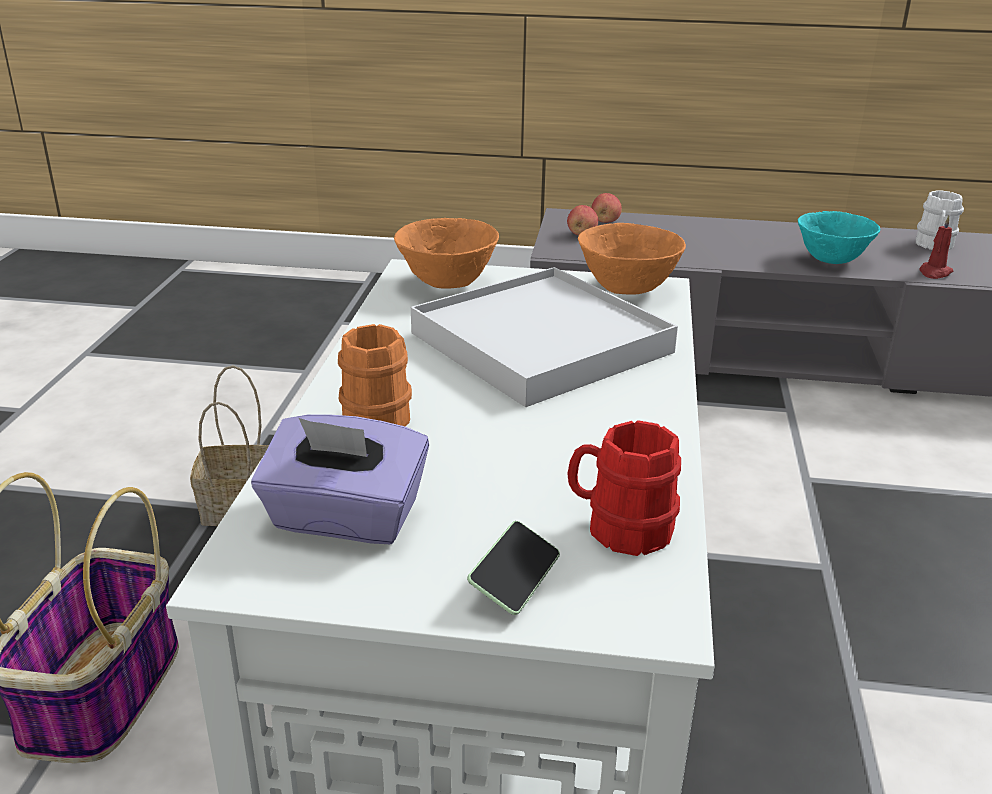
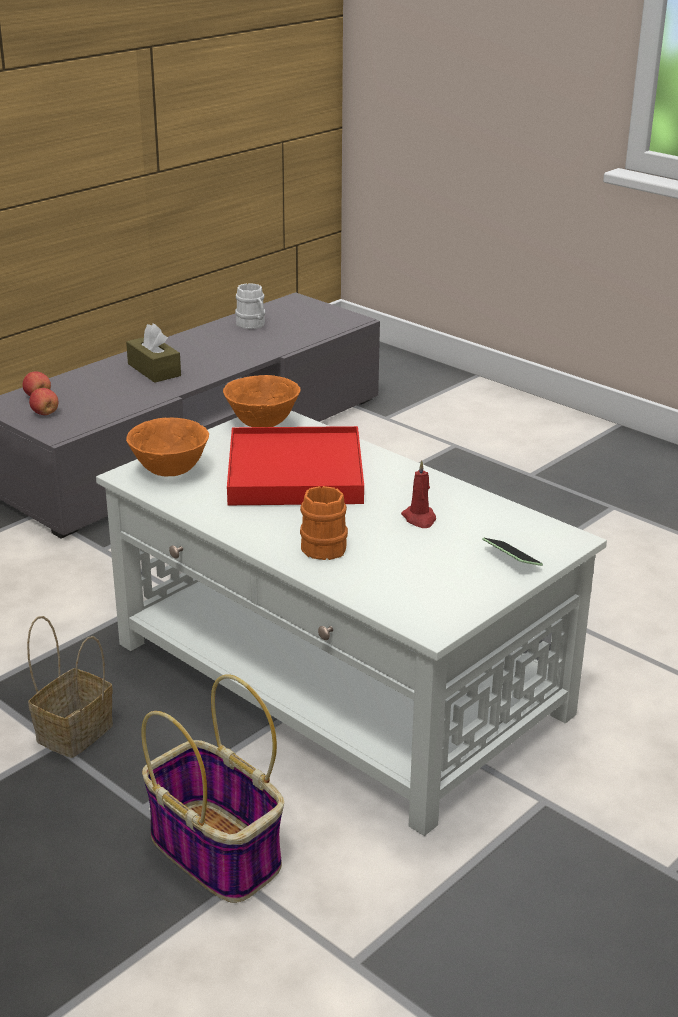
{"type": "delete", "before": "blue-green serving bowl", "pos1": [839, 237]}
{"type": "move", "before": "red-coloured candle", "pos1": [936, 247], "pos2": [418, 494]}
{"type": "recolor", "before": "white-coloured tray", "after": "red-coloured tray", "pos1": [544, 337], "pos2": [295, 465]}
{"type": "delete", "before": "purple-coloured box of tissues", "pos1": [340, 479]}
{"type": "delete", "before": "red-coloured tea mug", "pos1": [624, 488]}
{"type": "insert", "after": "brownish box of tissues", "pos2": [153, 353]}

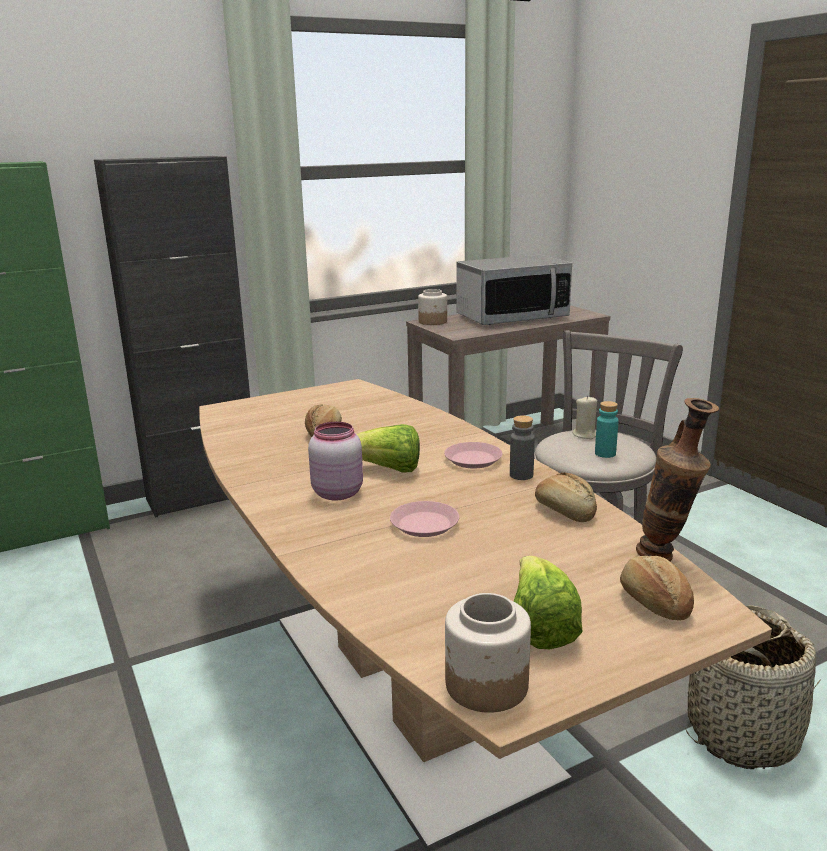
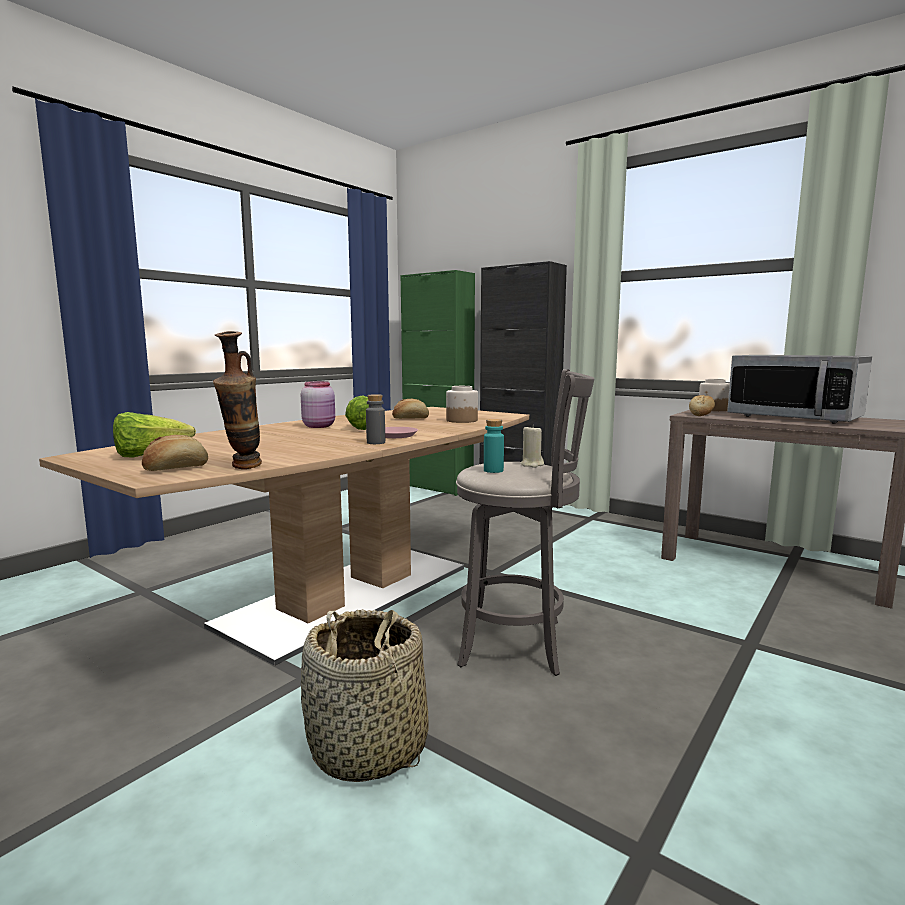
{"type": "move", "before": "bread", "pos1": [566, 497], "pos2": [702, 405]}
{"type": "delete", "before": "pinkish plate", "pos1": [424, 519]}
{"type": "move", "before": "preserve jar", "pos1": [488, 653], "pos2": [462, 404]}

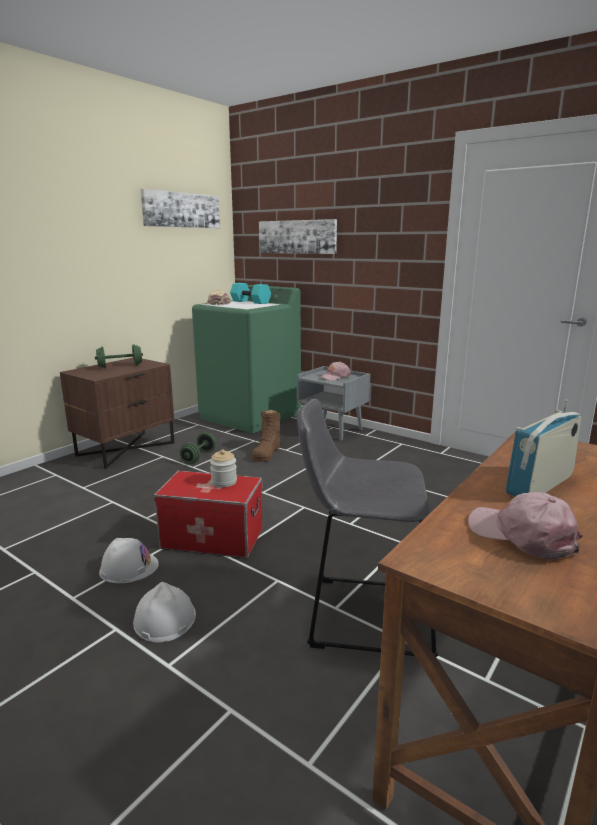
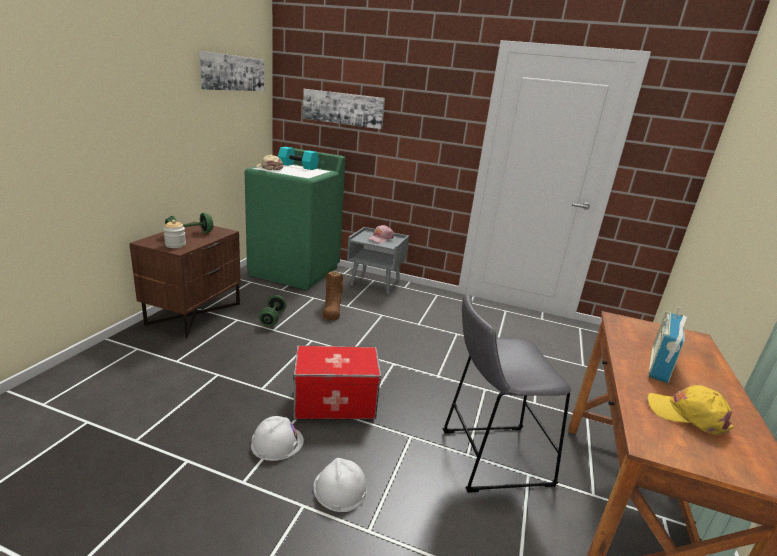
{"type": "move", "before": "preserve jar", "pos1": [223, 468], "pos2": [174, 234]}
{"type": "recolor", "before": "pinkish peaked cap", "after": "yellow-coloured peaked cap", "pos1": [525, 526], "pos2": [690, 410]}

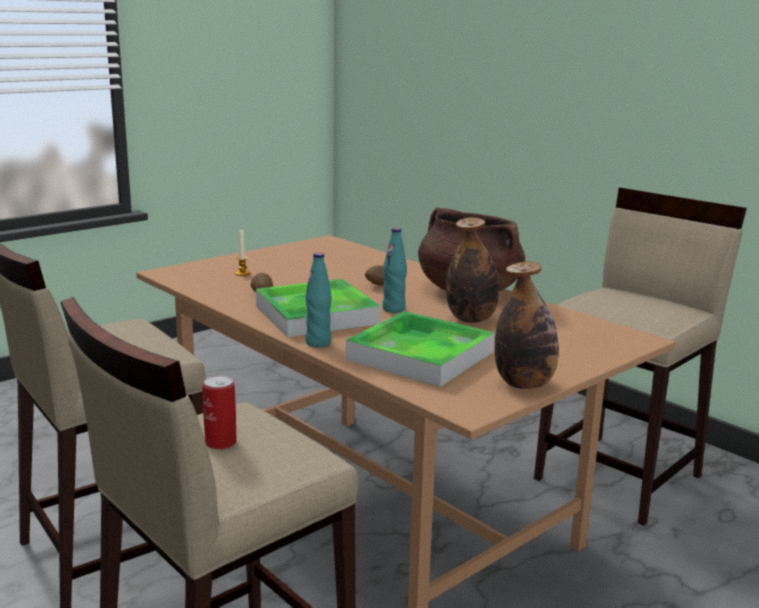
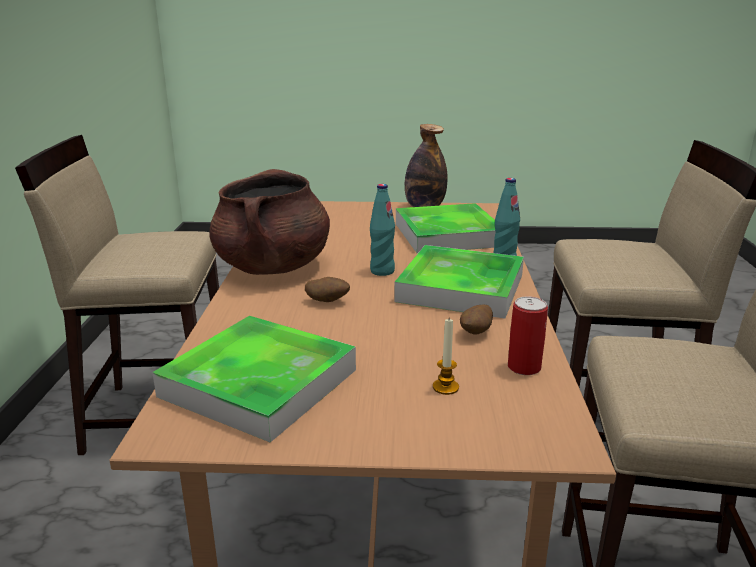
{"type": "delete", "before": "bottle", "pos1": [472, 270]}
{"type": "move", "before": "sealed can", "pos1": [220, 412], "pos2": [528, 335]}
{"type": "insert", "after": "tray", "pos2": [254, 379]}

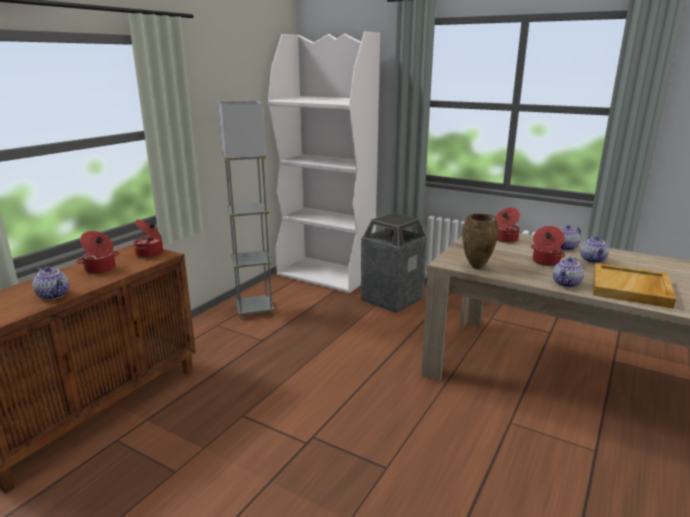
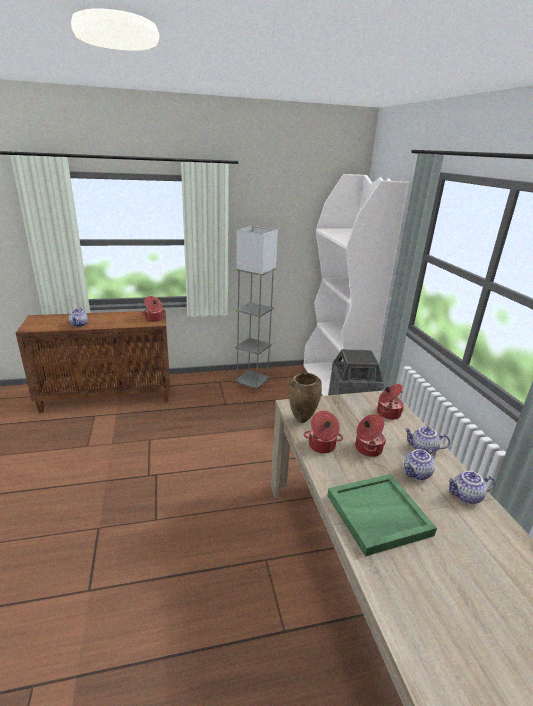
{"type": "move", "before": "saucepot", "pos1": [98, 252], "pos2": [323, 432]}
{"type": "move", "before": "tea pot", "pos1": [568, 272], "pos2": [471, 487]}
{"type": "recolor", "before": "sand-coloured tray", "after": "green tray", "pos1": [634, 286], "pos2": [382, 515]}

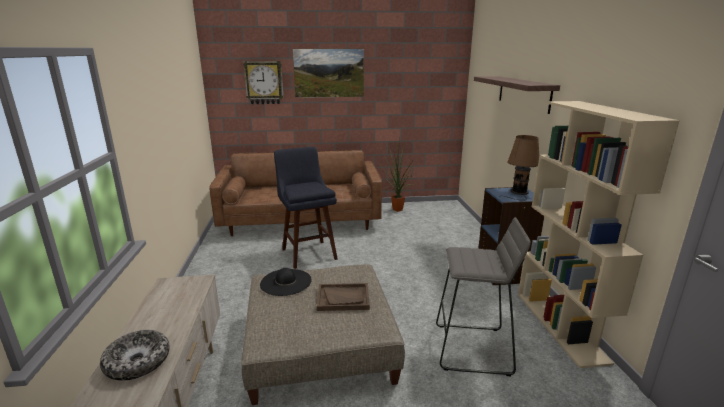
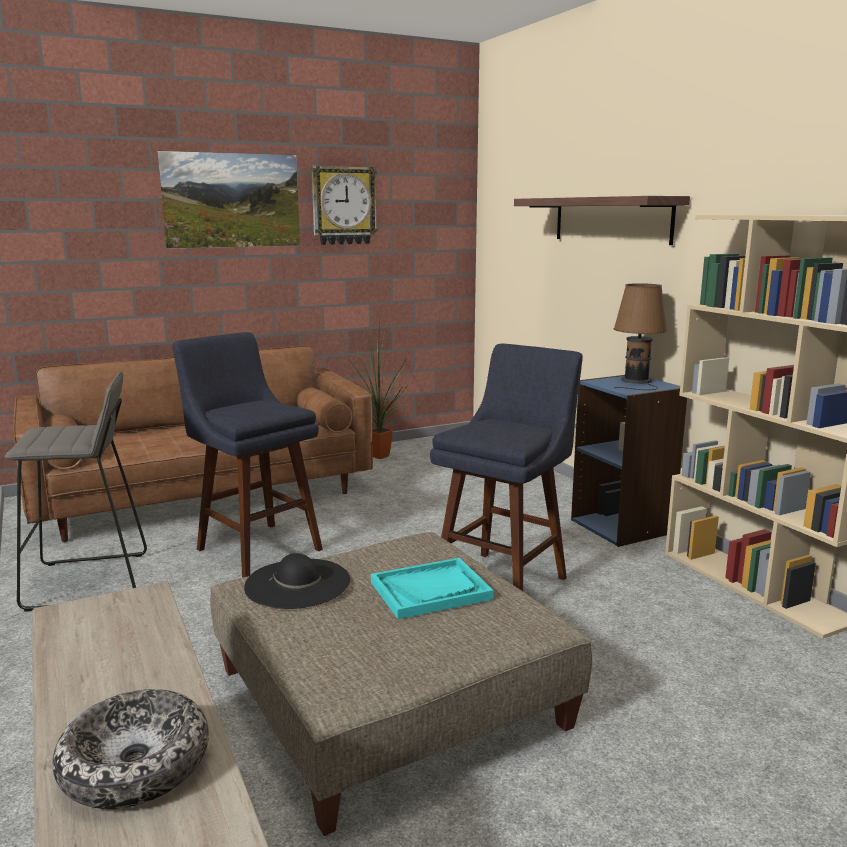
{"type": "move", "before": "hanging clock", "pos1": [263, 82], "pos2": [344, 205]}
{"type": "move", "before": "gray stool seat", "pos1": [483, 296], "pos2": [75, 491]}
{"type": "recolor", "before": "brownish tray", "after": "blue-green tray", "pos1": [343, 297], "pos2": [432, 588]}
{"type": "insert", "after": "blue-coloured stool seat", "pos2": [506, 467]}

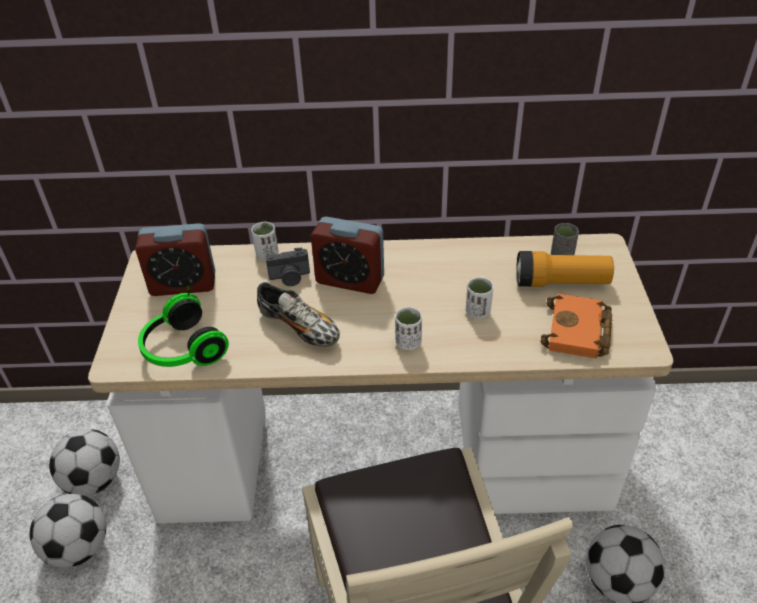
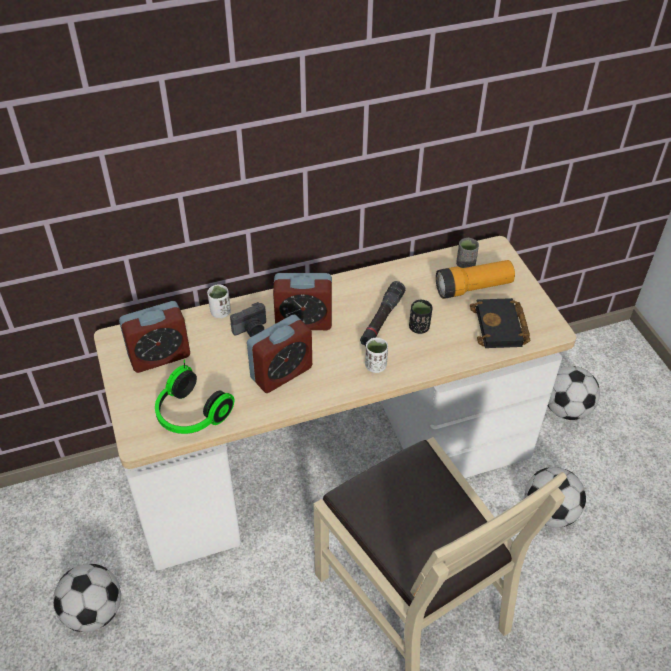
{"type": "recolor", "before": "white-coloured cup", "after": "blackish cup", "pos1": [479, 298], "pos2": [420, 316]}
{"type": "replace", "before": "shoe", "after": "alarm clock", "pos1": [298, 314], "pos2": [279, 353]}
{"type": "recolor", "before": "orange volume", "after": "blackish volume", "pos1": [576, 326], "pos2": [500, 323]}
{"type": "move", "before": "football", "pos1": [84, 462], "pos2": [574, 393]}
{"type": "insert", "after": "blackish torch", "pos2": [383, 313]}

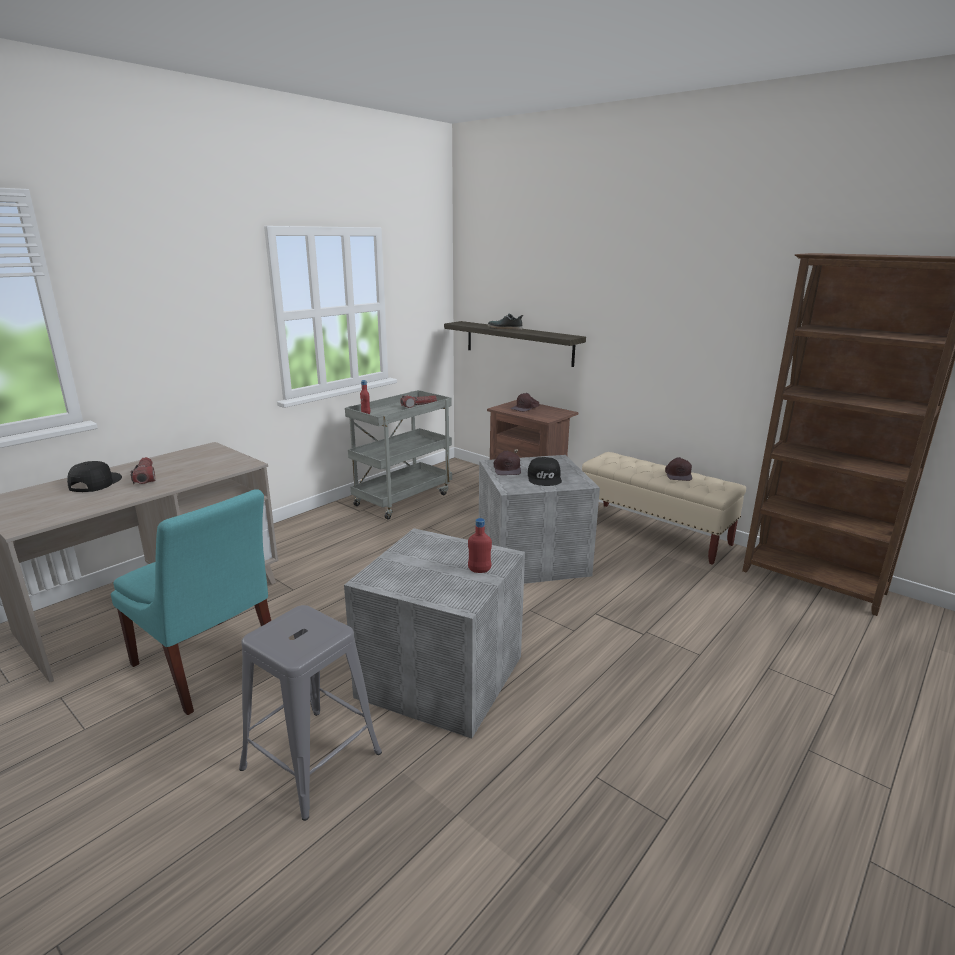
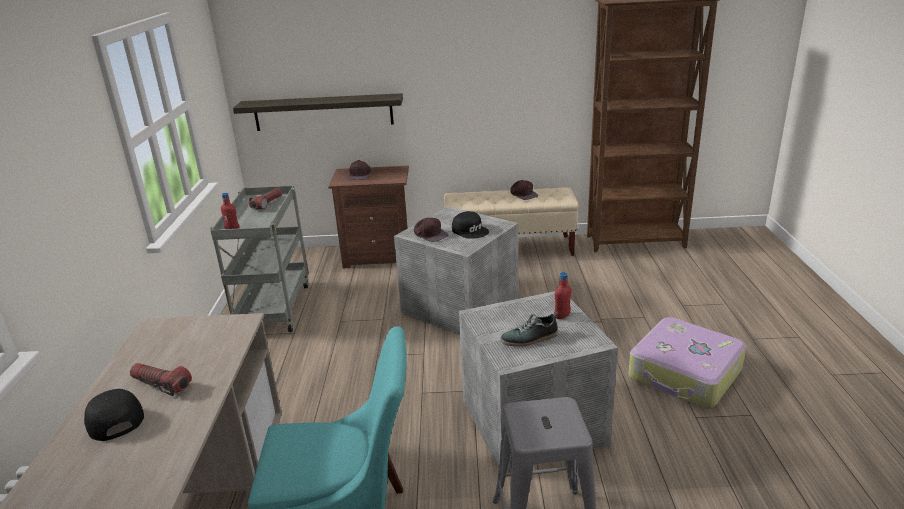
{"type": "move", "before": "shoe", "pos1": [505, 321], "pos2": [529, 329]}
{"type": "insert", "after": "travel case", "pos2": [687, 363]}

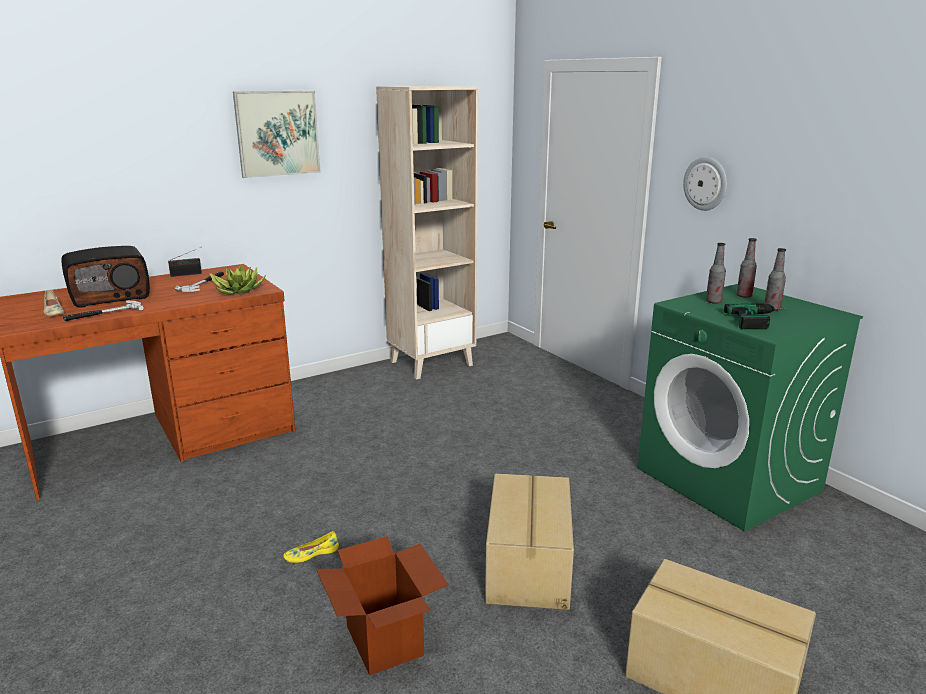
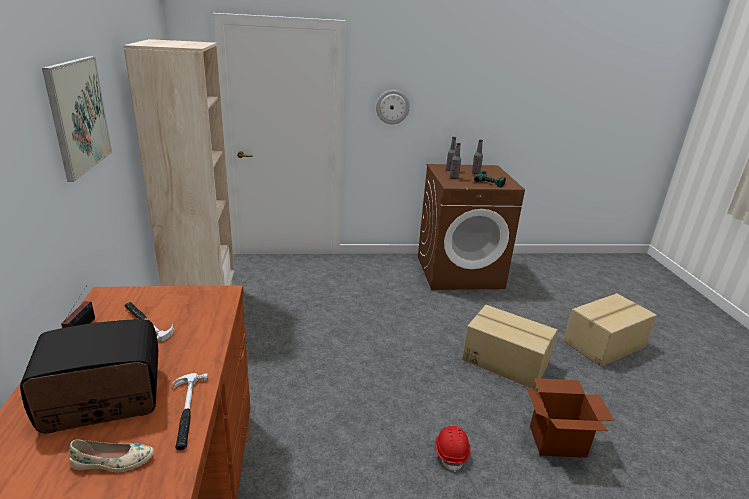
{"type": "rotate", "before": "radio", "pos1": [105, 277], "pos2": [89, 376], "turn": -105}
{"type": "delete", "before": "plant in a pot", "pos1": [237, 279]}
{"type": "recolor", "before": "green washing machine", "after": "brownish washing machine", "pos1": [750, 408], "pos2": [471, 227]}
{"type": "replace", "before": "yellow-coloured shoe", "after": "red-coloured work helmet", "pos1": [311, 547], "pos2": [453, 448]}

